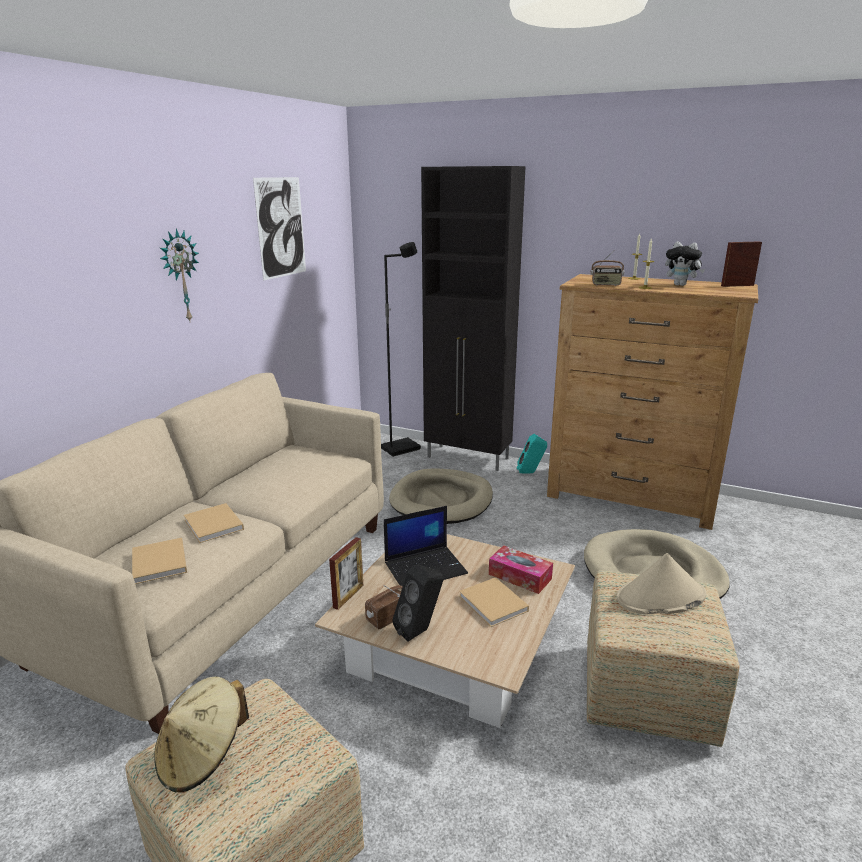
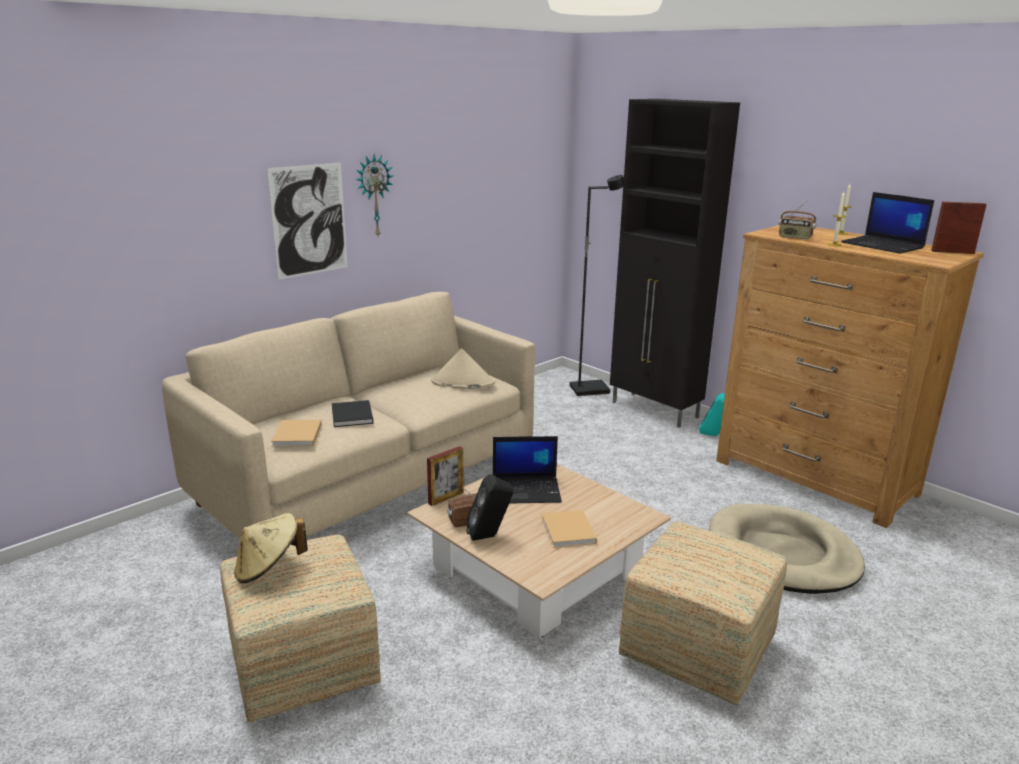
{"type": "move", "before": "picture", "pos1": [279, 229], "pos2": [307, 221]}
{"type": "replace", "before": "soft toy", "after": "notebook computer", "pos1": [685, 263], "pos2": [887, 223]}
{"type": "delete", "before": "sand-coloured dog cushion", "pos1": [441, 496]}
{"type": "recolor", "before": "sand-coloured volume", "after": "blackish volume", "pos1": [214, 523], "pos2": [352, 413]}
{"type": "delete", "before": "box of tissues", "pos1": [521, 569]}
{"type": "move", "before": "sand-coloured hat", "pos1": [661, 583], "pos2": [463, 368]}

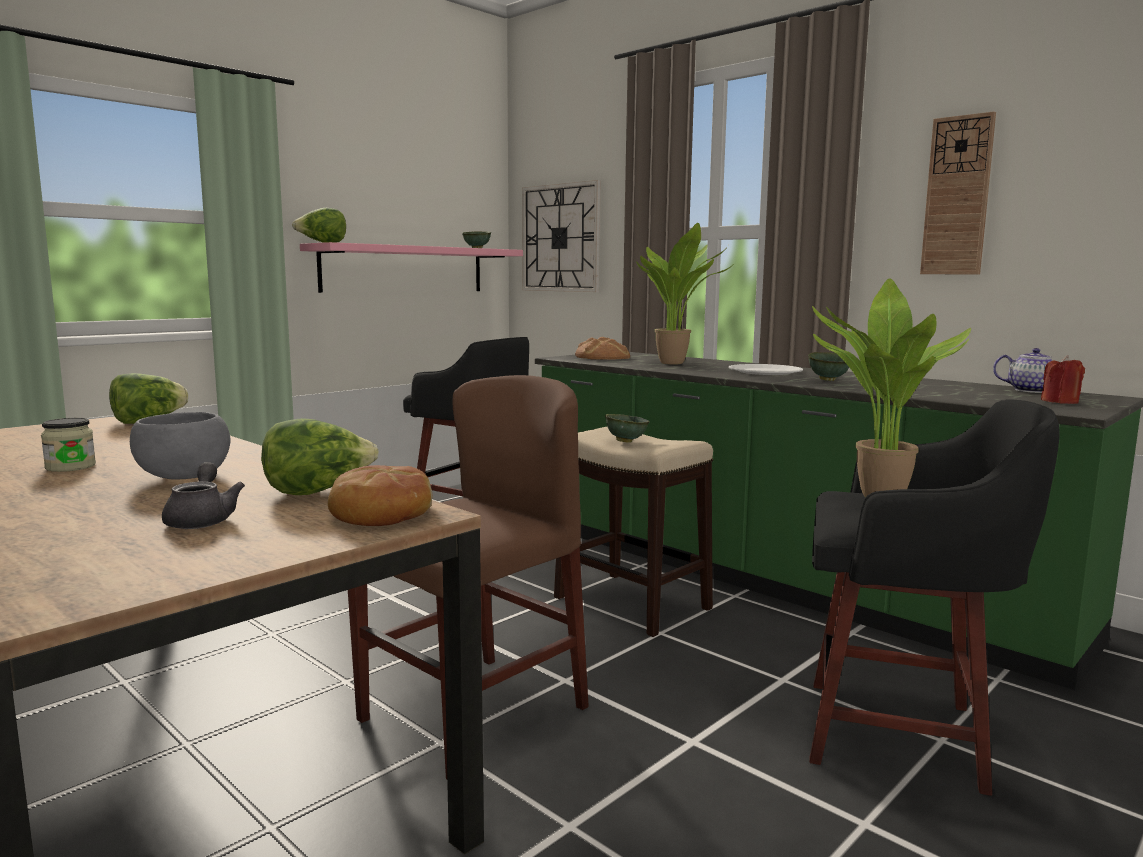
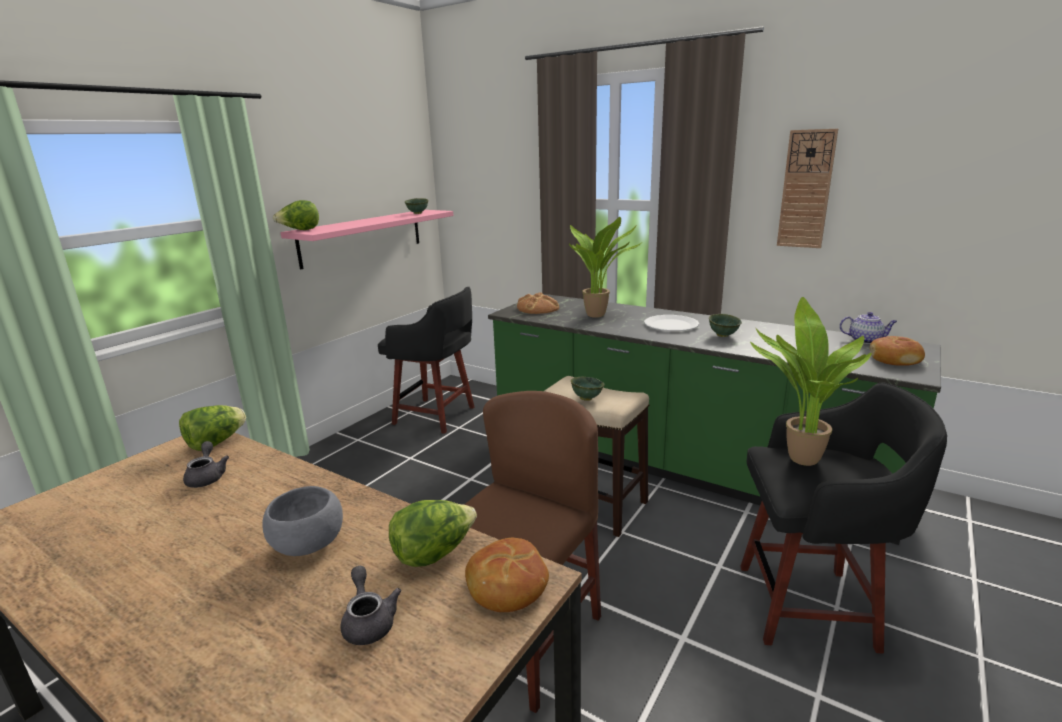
{"type": "delete", "before": "hanging clock", "pos1": [561, 236]}
{"type": "replace", "before": "red-coloured candle", "after": "bread", "pos1": [1063, 379], "pos2": [897, 351]}
{"type": "delete", "before": "preserve jar", "pos1": [68, 445]}
{"type": "insert", "after": "gray tea pot", "pos2": [206, 464]}

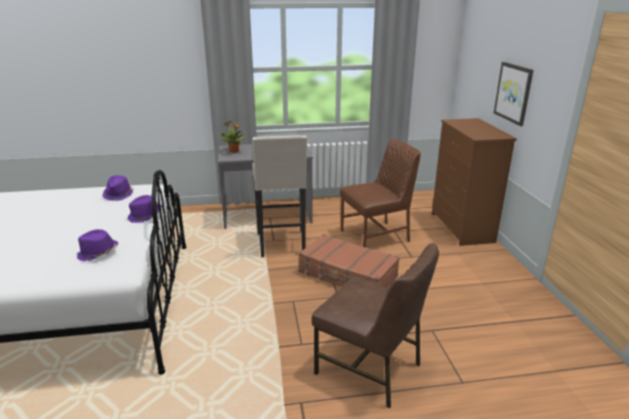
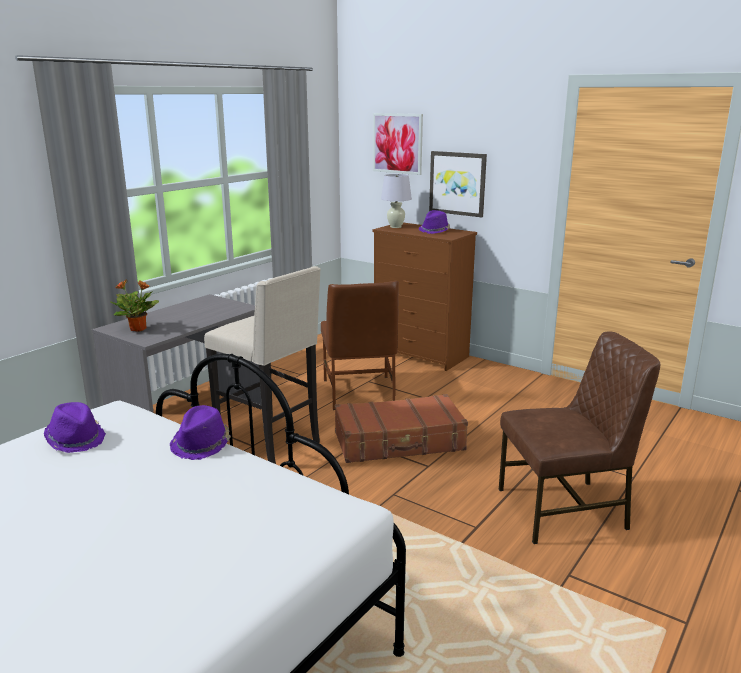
{"type": "rotate", "before": "brownish chair", "pos1": [380, 193], "pos2": [360, 345], "turn": 150}
{"type": "move", "before": "purple-coloured hat", "pos1": [97, 245], "pos2": [434, 222]}
{"type": "insert", "after": "picture", "pos2": [398, 144]}
{"type": "insert", "after": "white-coloured tabletop lamp", "pos2": [396, 201]}

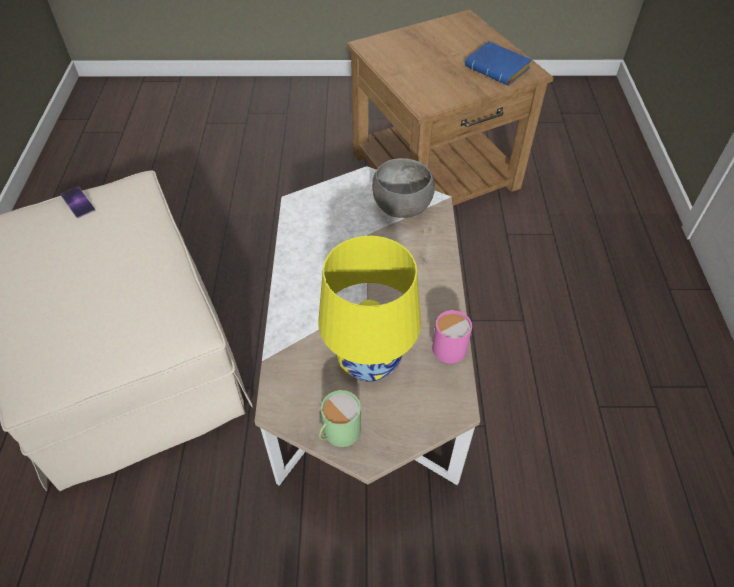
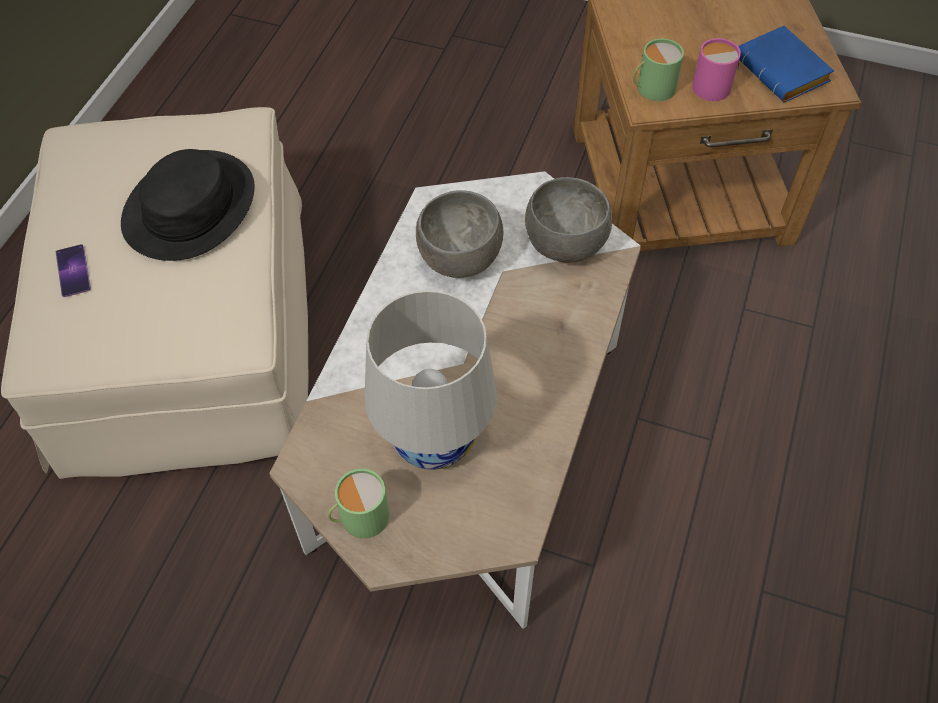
{"type": "move", "before": "phone", "pos1": [77, 202], "pos2": [73, 270]}
{"type": "recolor", "before": "yellow-coloured tabletop lamp", "after": "white-coloured tabletop lamp", "pos1": [369, 309], "pos2": [431, 380]}
{"type": "move", "before": "pinkish tea mug", "pos1": [452, 337], "pos2": [716, 69]}
{"type": "insert", "after": "green tea mug", "pos2": [658, 69]}
{"type": "insert", "after": "blackish hat", "pos2": [188, 205]}
{"type": "insert", "after": "gray serving bowl", "pos2": [459, 234]}

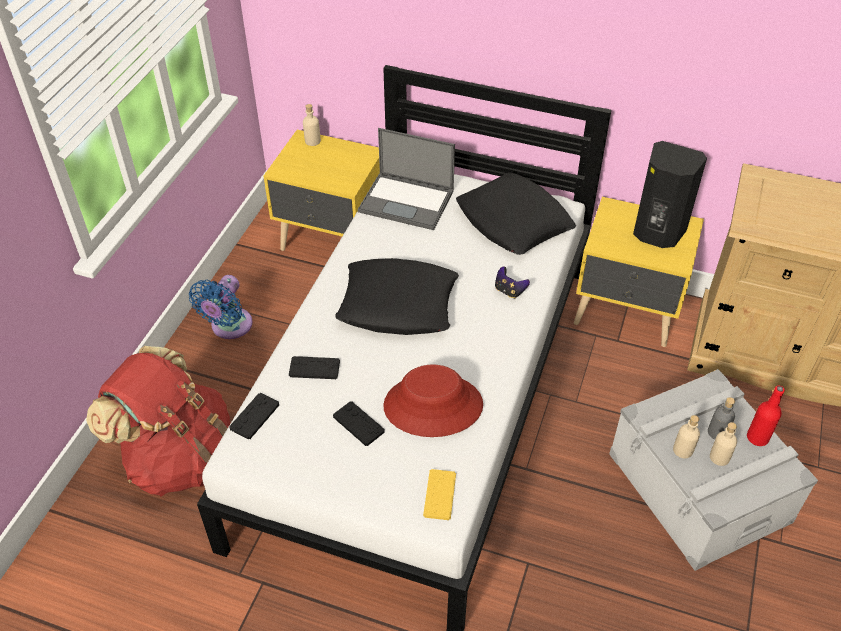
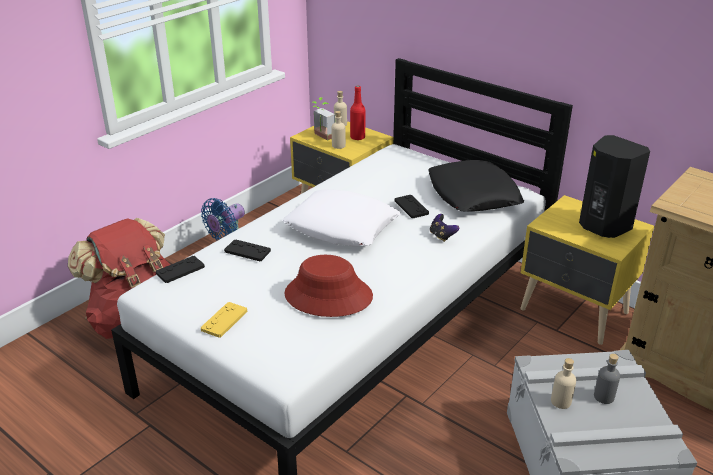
{"type": "delete", "before": "notebook computer", "pos1": [406, 179]}
{"type": "recolor", "before": "blackish throw pillow", "after": "white-coloured throw pillow", "pos1": [397, 296], "pos2": [341, 217]}
{"type": "move", "before": "red-coloured bottle", "pos1": [766, 416], "pos2": [357, 113]}
{"type": "move", "before": "blackish game controller", "pos1": [359, 424], "pos2": [412, 206]}
{"type": "move", "before": "sand-coloured bottle", "pos1": [723, 444], "pos2": [339, 130]}
{"type": "move", "before": "yellow-coloured game controller", "pos1": [439, 494], "pos2": [224, 319]}
{"type": "insert", "after": "plant in a pot", "pos2": [324, 119]}

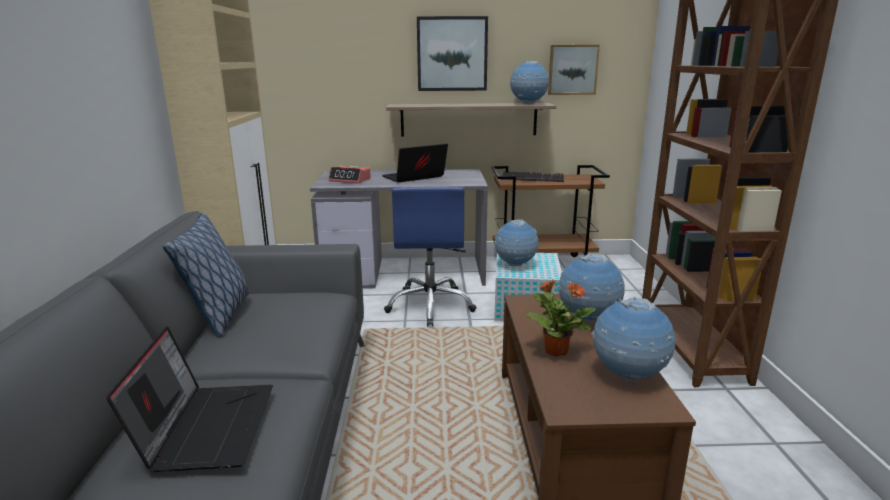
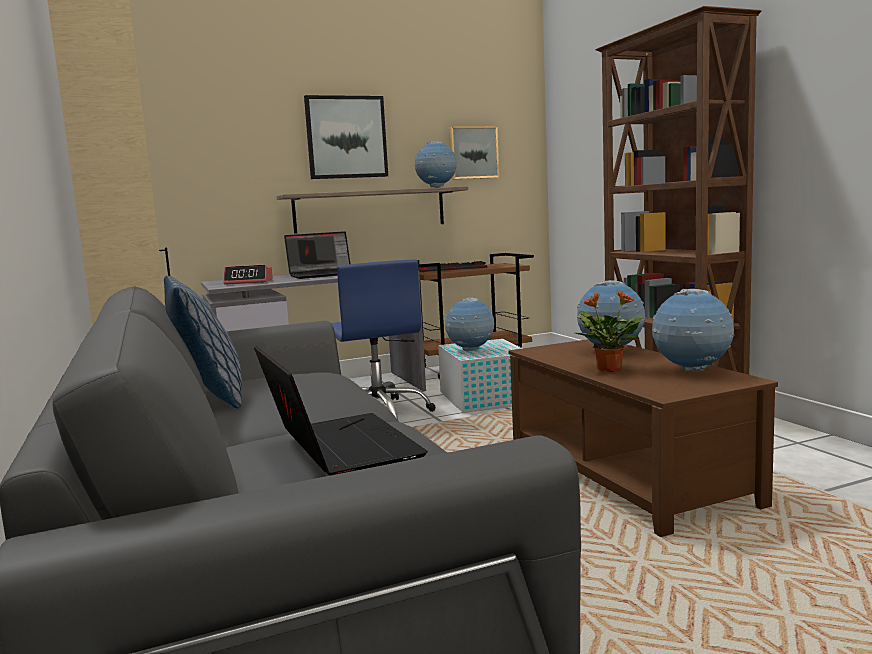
{"type": "rotate", "before": "notebook computer", "pos1": [415, 163], "pos2": [317, 255], "turn": -150}

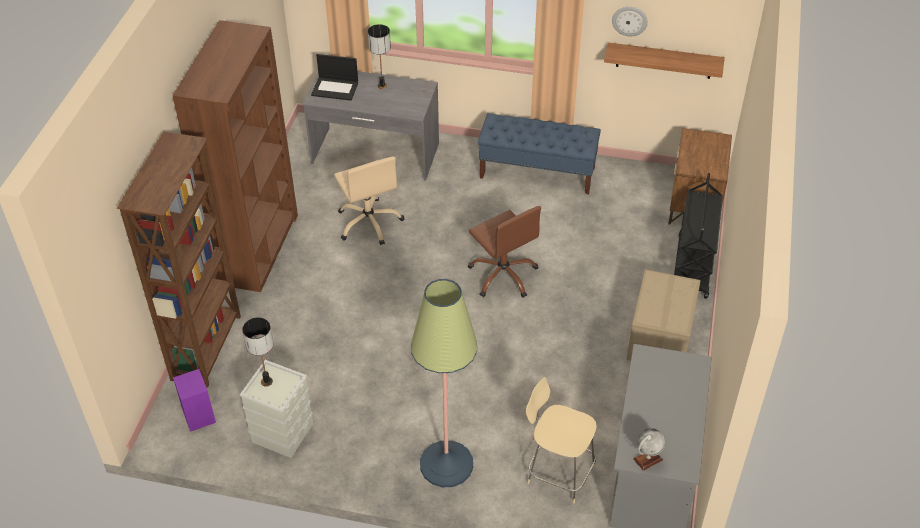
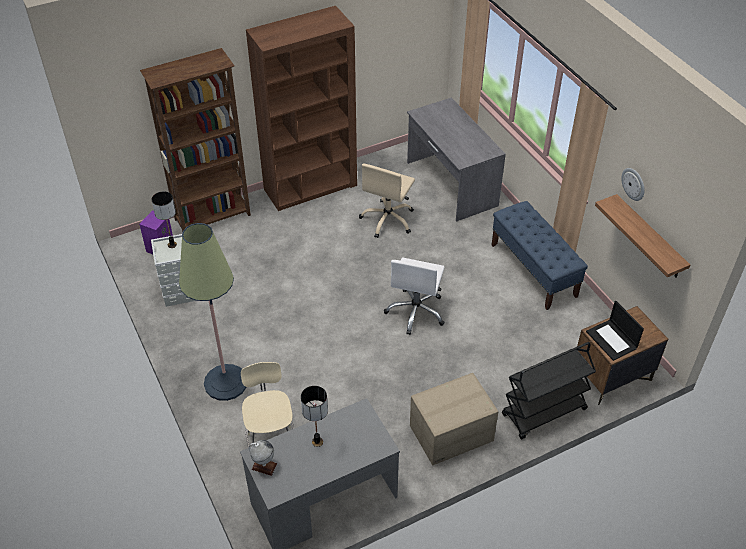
{"type": "move", "before": "tabletop lamp", "pos1": [379, 56], "pos2": [314, 416]}
{"type": "move", "before": "notebook computer", "pos1": [334, 77], "pos2": [615, 331]}
{"type": "recolor", "before": "brownish computer chair", "after": "white-coloured computer chair", "pos1": [504, 252], "pos2": [414, 296]}

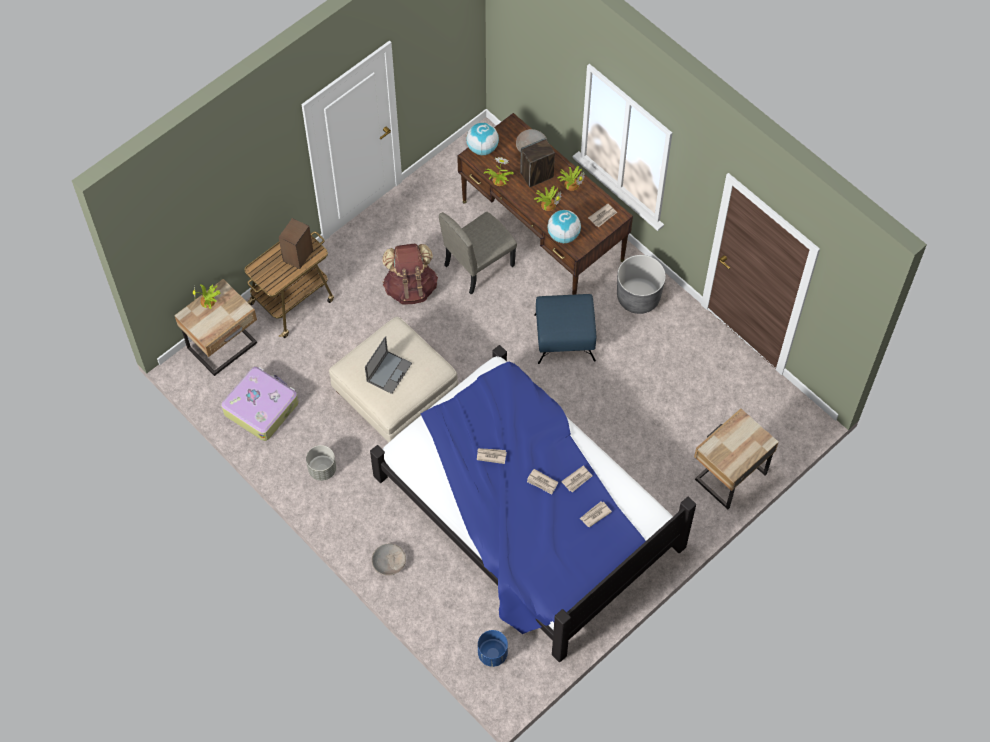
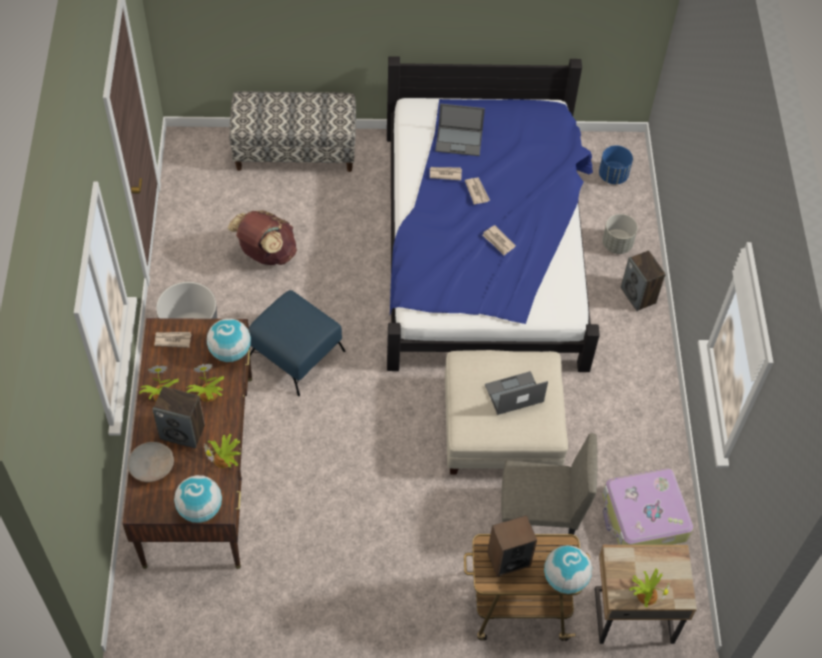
{"type": "move", "before": "sand-coloured chair", "pos1": [478, 253], "pos2": [549, 484]}
{"type": "move", "before": "brownish backpack", "pos1": [410, 274], "pos2": [262, 237]}
{"type": "replace", "before": "sand-coloured night table", "after": "long seat", "pos1": [736, 458], "pos2": [292, 131]}
{"type": "move", "before": "gray plant pot", "pos1": [321, 463], "pos2": [620, 234]}
{"type": "replace", "before": "printed paper", "after": "notebook computer", "pos1": [596, 514], "pos2": [460, 129]}
{"type": "replace", "before": "sand-coloured serving bowl", "after": "audio speaker", "pos1": [389, 560], "pos2": [643, 280]}
{"type": "insert", "after": "desk globe", "pos2": [568, 569]}

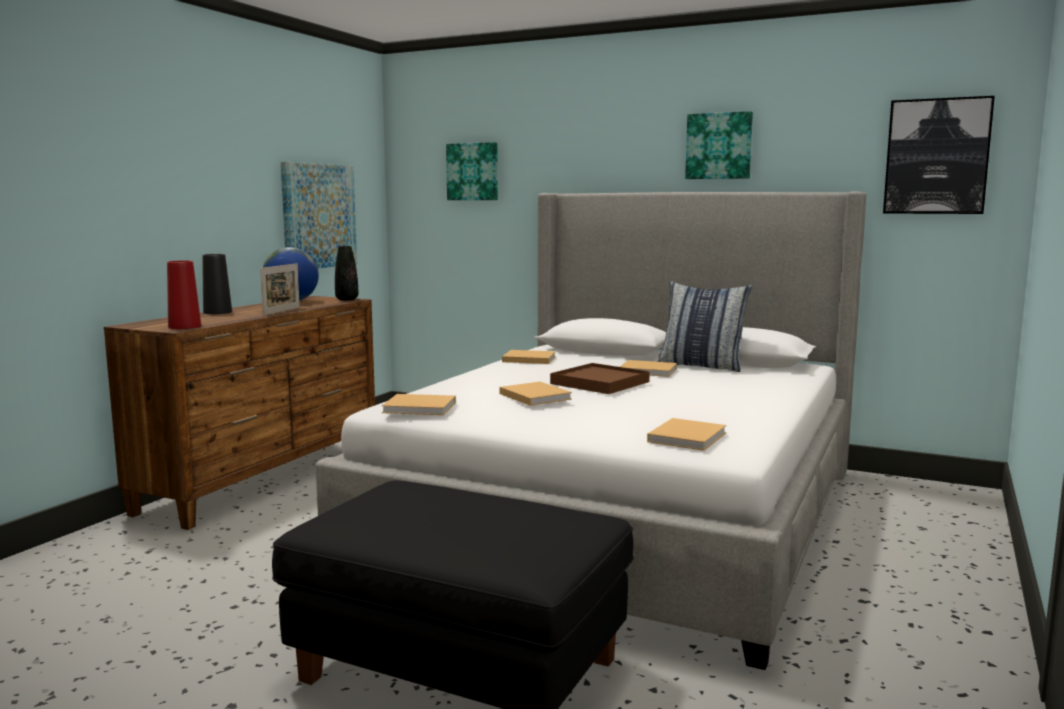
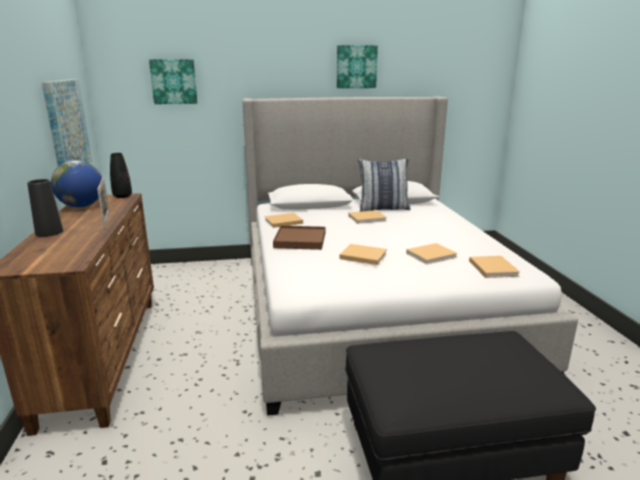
{"type": "delete", "before": "picture", "pos1": [939, 155]}
{"type": "delete", "before": "red-coloured decorative vase", "pos1": [184, 295]}
{"type": "move", "before": "brownish tray", "pos1": [600, 378], "pos2": [299, 238]}
{"type": "move", "before": "sand-coloured volume", "pos1": [419, 404], "pos2": [432, 254]}

